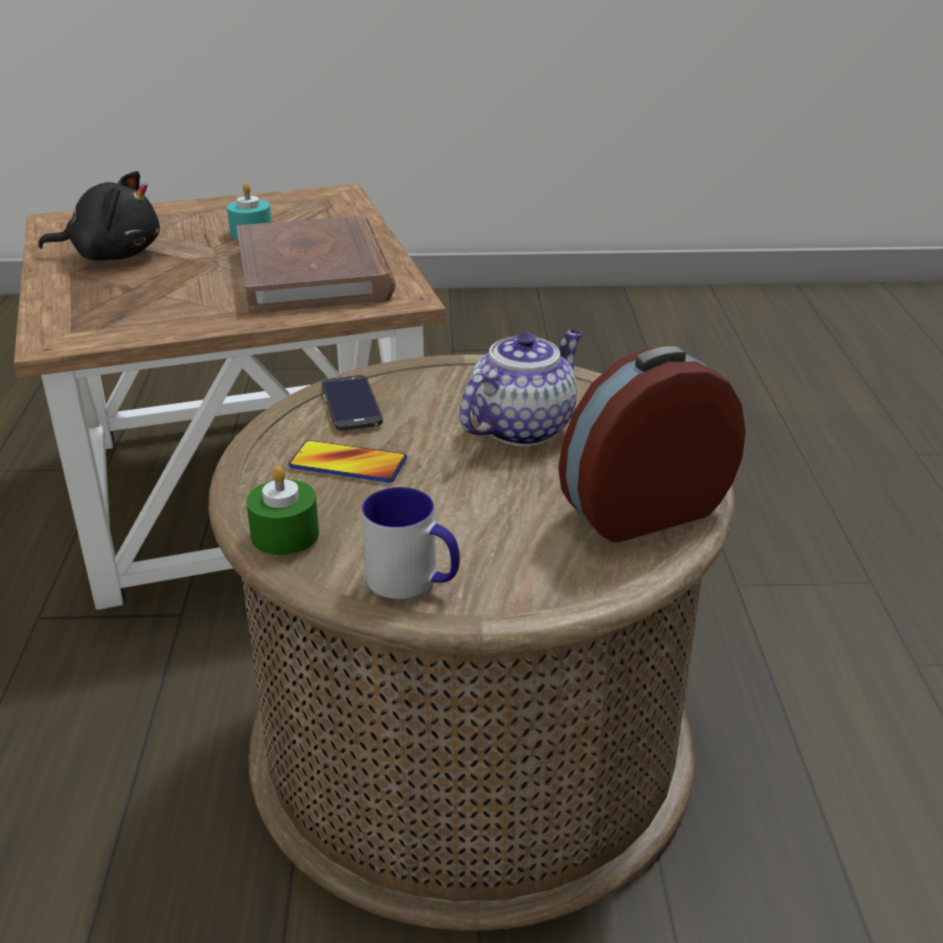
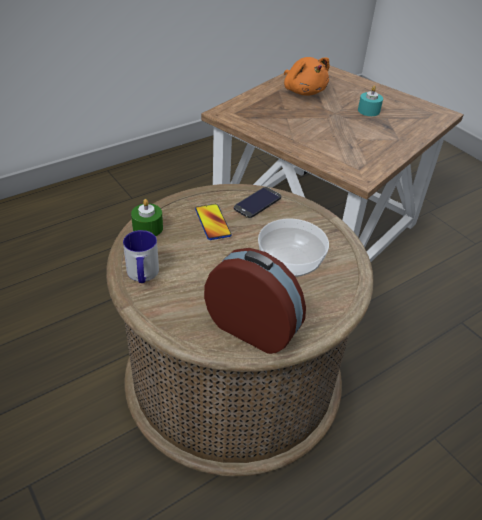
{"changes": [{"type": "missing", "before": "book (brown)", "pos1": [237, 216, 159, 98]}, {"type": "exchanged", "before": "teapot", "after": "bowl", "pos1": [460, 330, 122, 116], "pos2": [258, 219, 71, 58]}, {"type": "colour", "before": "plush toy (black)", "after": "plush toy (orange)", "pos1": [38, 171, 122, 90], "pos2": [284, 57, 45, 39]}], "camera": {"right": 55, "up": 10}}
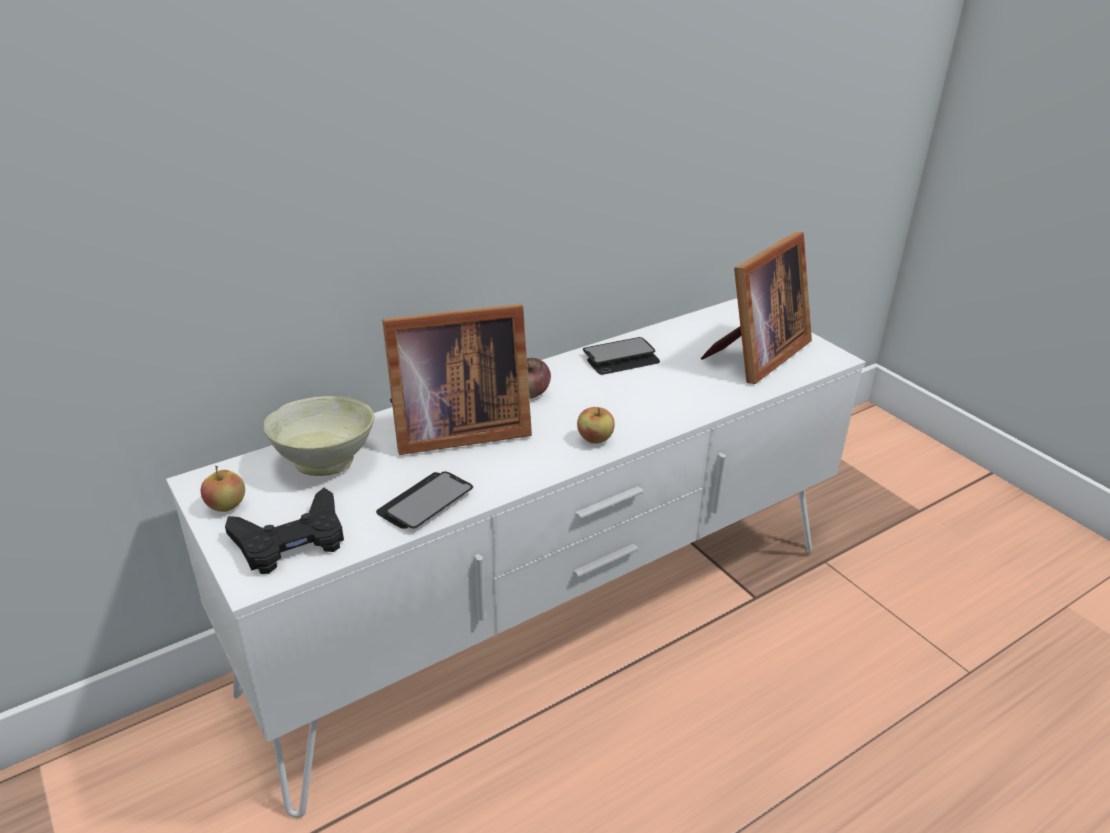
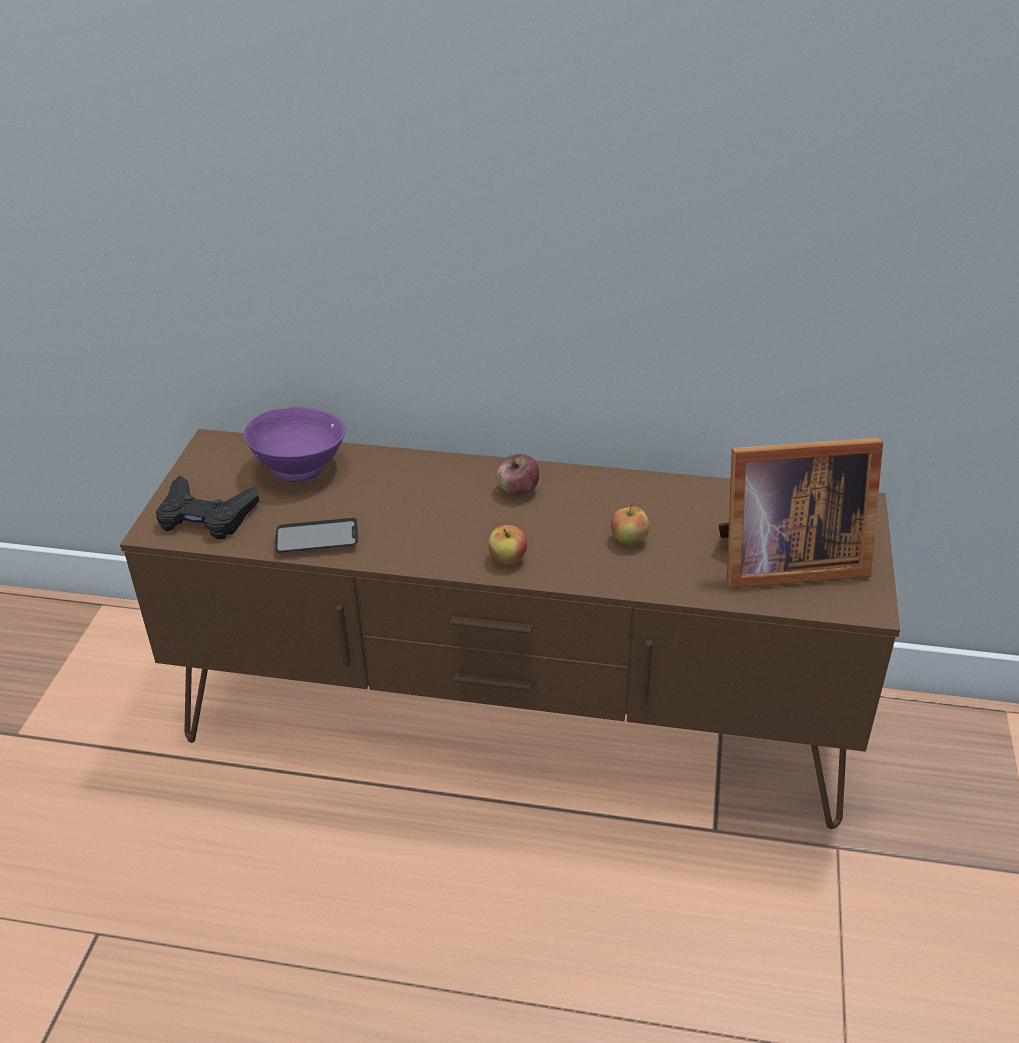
{"changes": [{"type": "missing", "before": "picture frame", "pos1": [382, 304, 150, 151]}, {"type": "missing", "before": "phone", "pos1": [583, 337, 77, 38]}, {"type": "relocated", "before": "apple", "pos1": [201, 466, 44, 46], "pos2": [611, 502, 38, 43]}, {"type": "colour", "before": "tv stand (white)", "after": "tv stand (brown)", "pos1": [166, 298, 699, 520], "pos2": [120, 429, 780, 400]}, {"type": "colour", "before": "bowl (beige)", "after": "bowl (purple)", "pos1": [263, 396, 111, 80], "pos2": [244, 407, 101, 75]}], "camera": {"right": 45, "up": 5}}
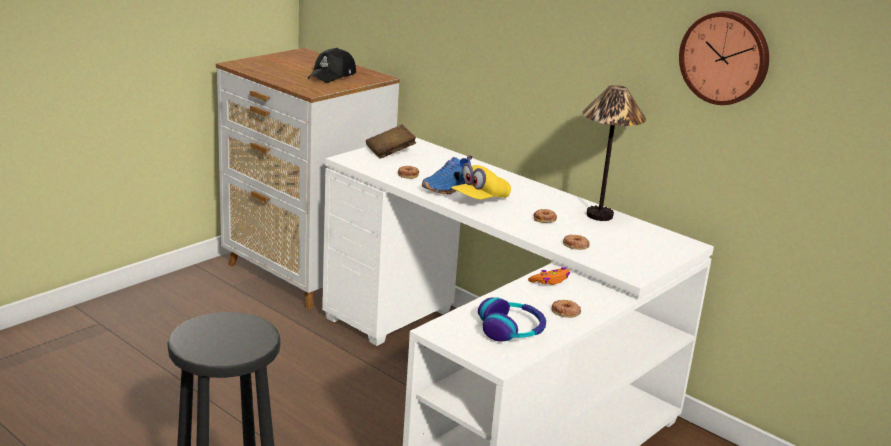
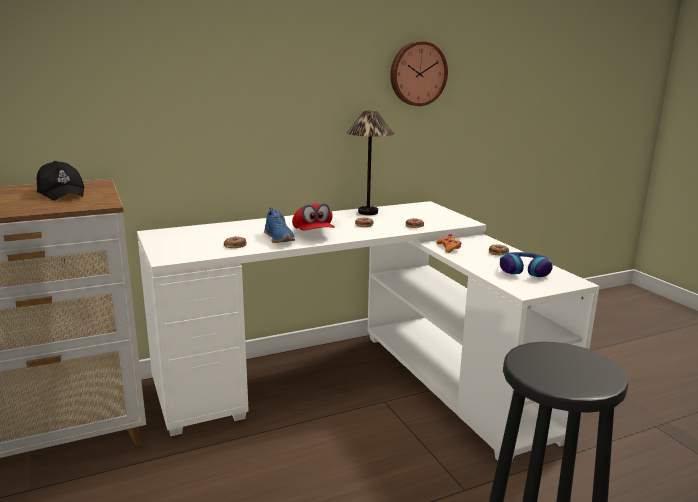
{"changes": [{"type": "missing", "before": "book (brown)", "pos1": [366, 125, 50, 34]}, {"type": "colour", "before": "cap (yellow)", "after": "cap (red)", "pos1": [451, 163, 60, 36], "pos2": [292, 203, 43, 28]}], "camera": {"right": -65, "up": -5}}
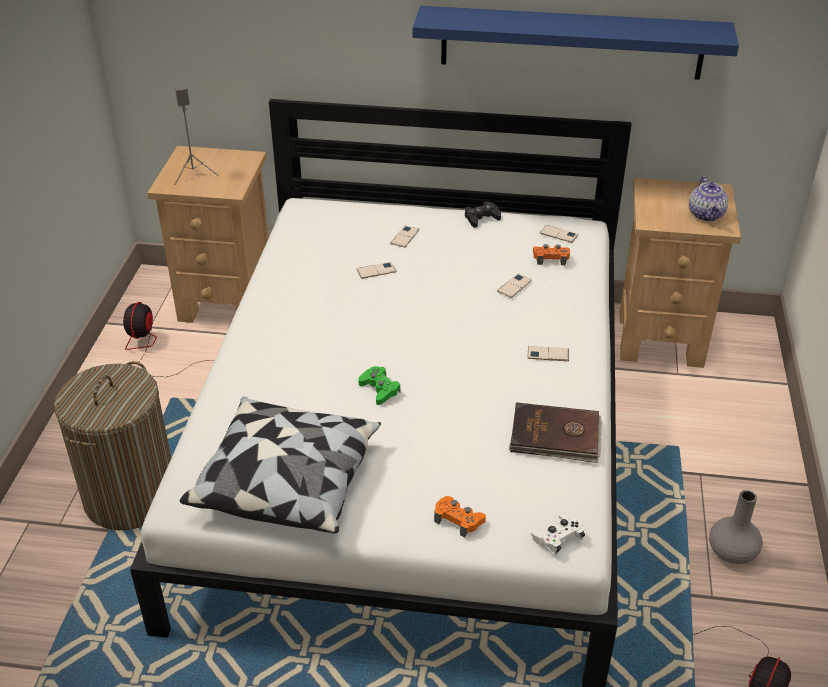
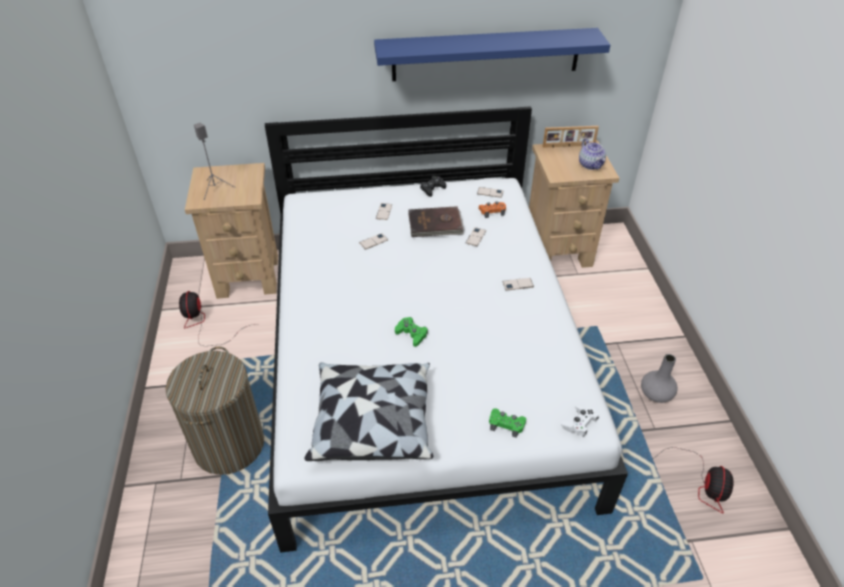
{"changes": [{"type": "appeared", "after": "picture frame", "pos2": [543, 126, 56, 22]}, {"type": "relocated", "before": "book (brown)", "pos1": [509, 403, 93, 60], "pos2": [408, 206, 56, 31]}, {"type": "colour", "before": "game controller (orange)", "after": "game controller (green)", "pos1": [434, 496, 52, 42], "pos2": [489, 408, 37, 30]}], "camera": {"right": -15, "up": 5}}
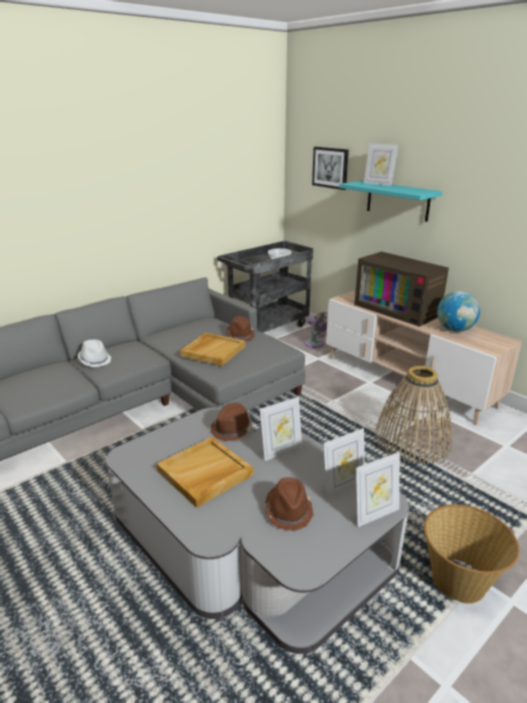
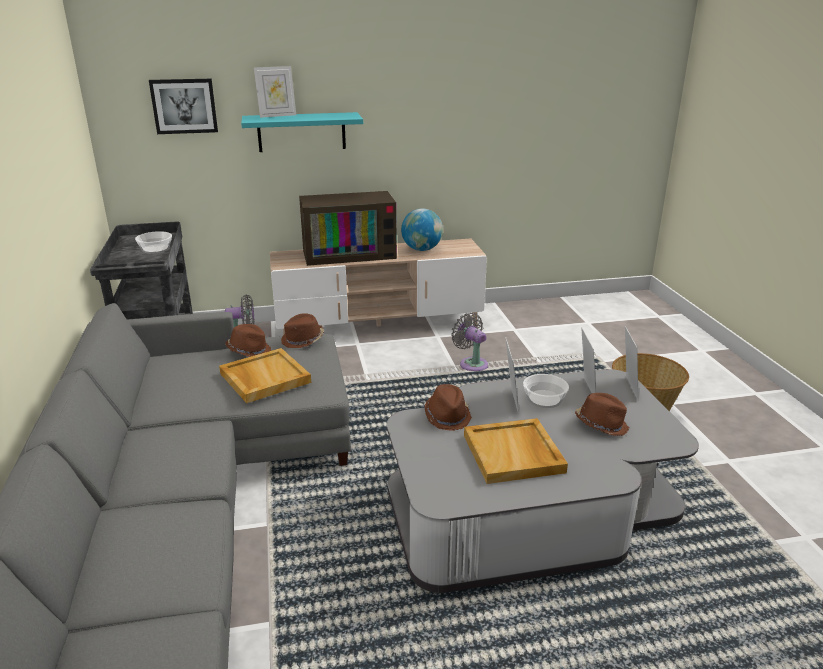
{"changes": [{"type": "missing", "before": "hat (white)", "pos1": [78, 340, 33, 27]}, {"type": "appeared", "after": "hat (brown)", "pos2": [281, 313, 43, 35]}, {"type": "appeared", "after": "bowl", "pos2": [523, 374, 46, 34]}, {"type": "exchanged", "before": "basket", "after": "fan (grey)", "pos1": [374, 366, 78, 99], "pos2": [451, 313, 37, 58]}], "camera": {"right": -60, "up": 0}}
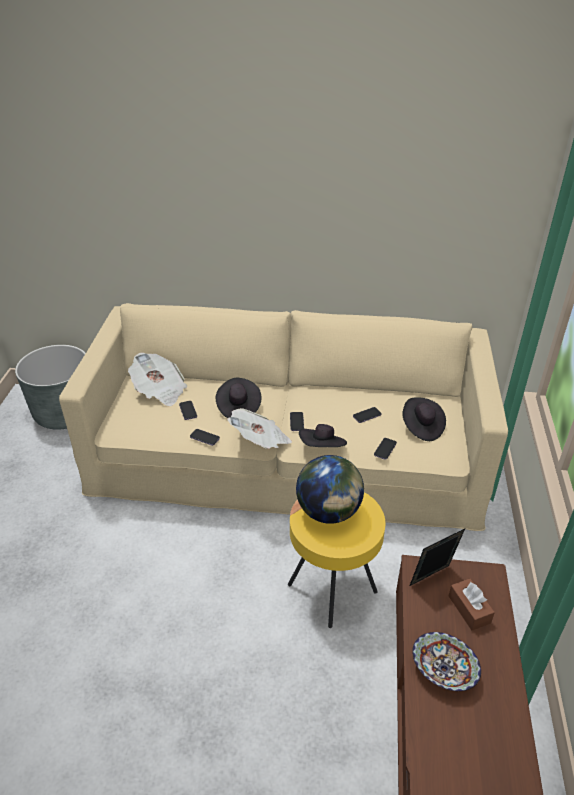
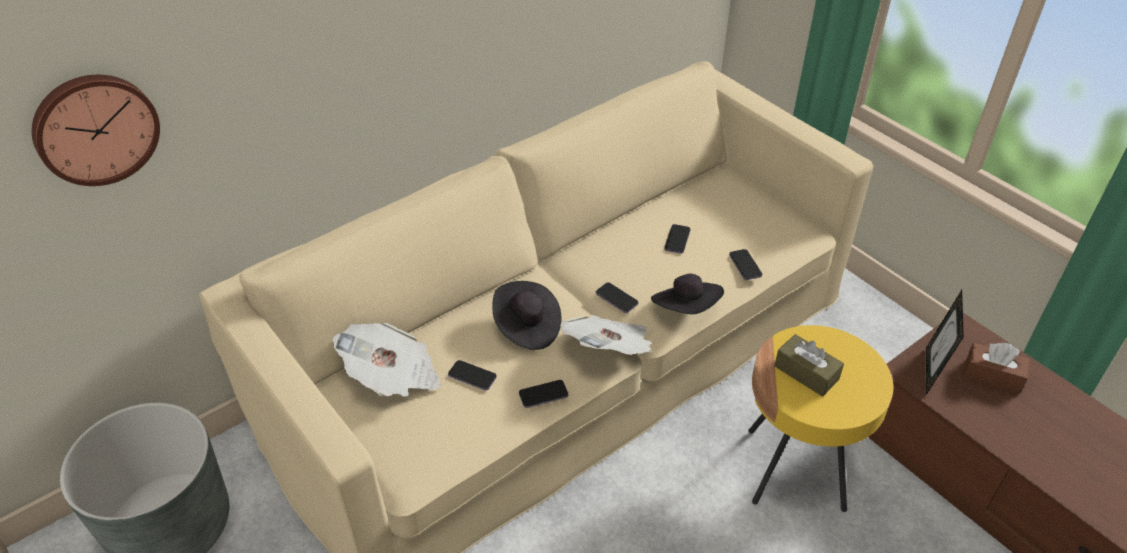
{"changes": [{"type": "missing", "before": "hat (black)", "pos1": [402, 397, 44, 44]}, {"type": "missing", "before": "bowl", "pos1": [412, 632, 69, 59]}, {"type": "appeared", "after": "wall clock", "pos2": [32, 75, 128, 111]}, {"type": "exchanged", "before": "globe", "after": "tissue box (brown)", "pos1": [296, 455, 68, 69], "pos2": [774, 334, 70, 63]}], "camera": {"right": -45, "up": 5}}
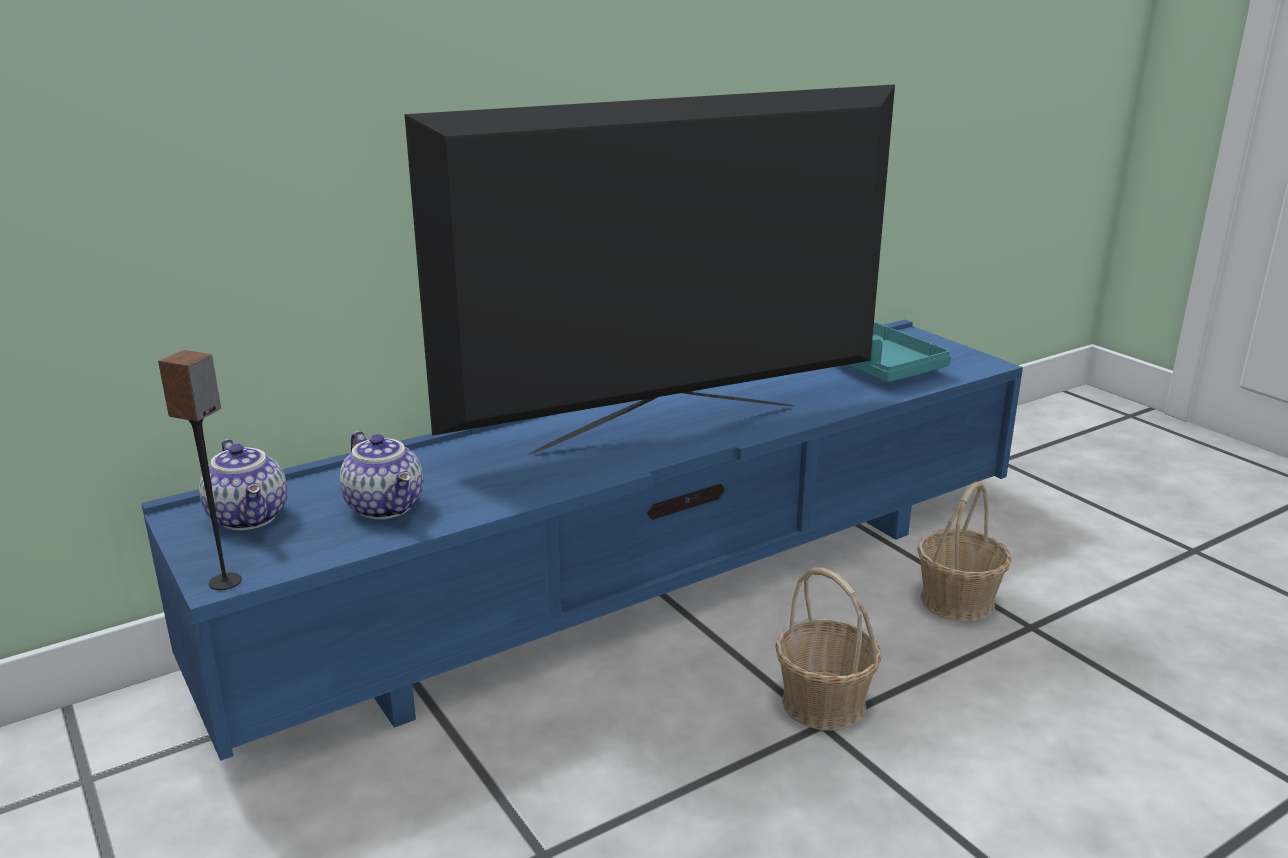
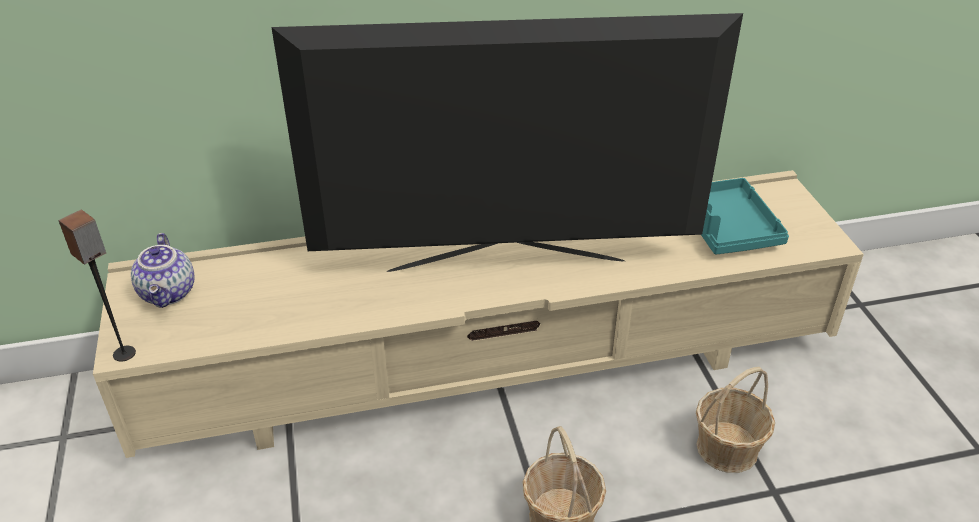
{"changes": [{"type": "missing", "before": "teapot", "pos1": [339, 431, 84, 89]}, {"type": "colour", "before": "tv stand (blue)", "after": "tv stand (beige)", "pos1": [141, 319, 882, 442], "pos2": [93, 170, 771, 288]}], "camera": {"right": 20, "up": 15}}
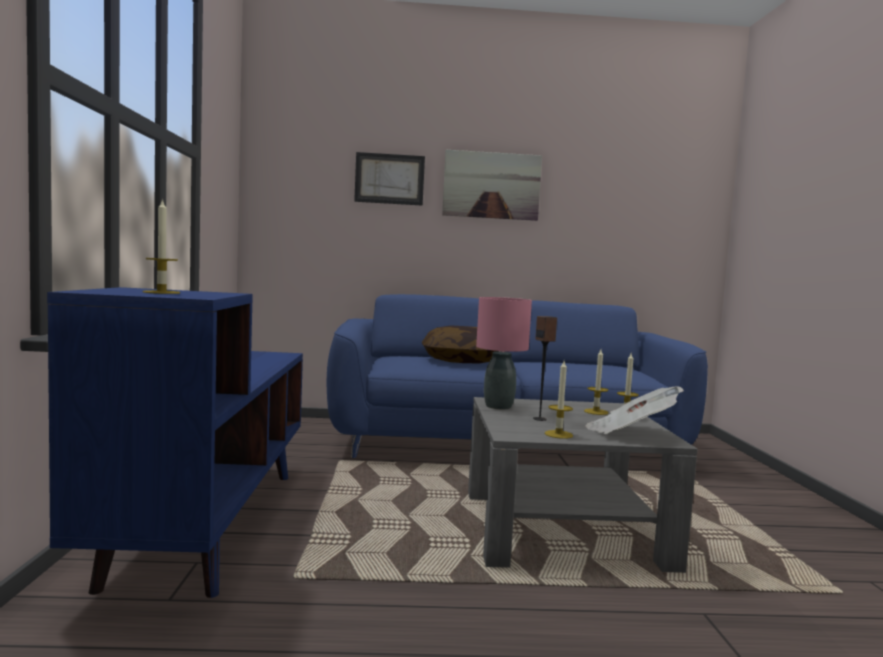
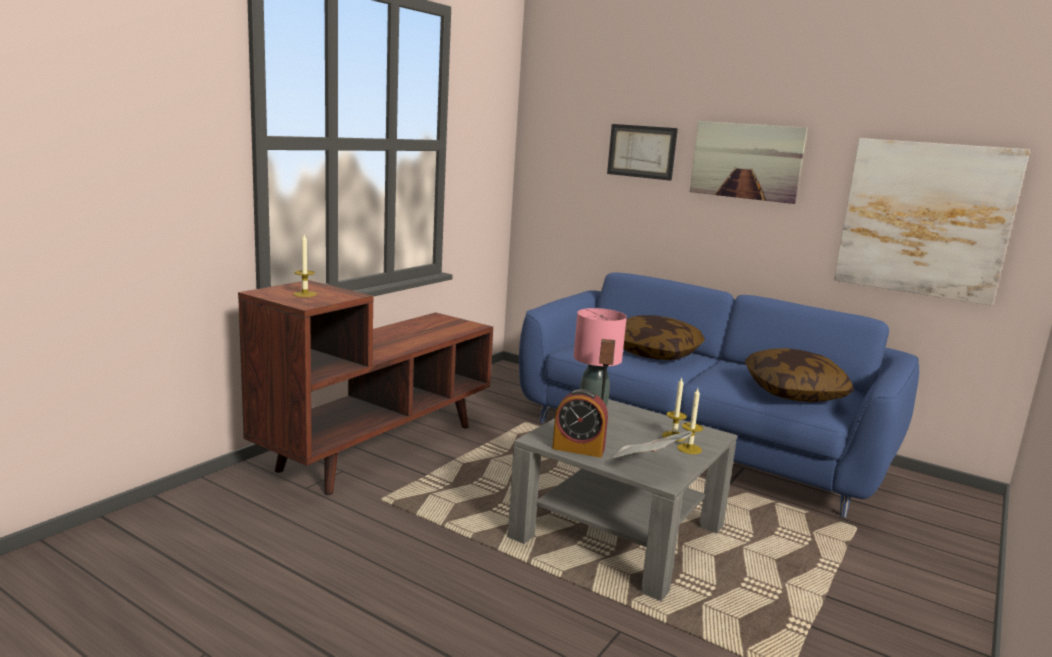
{"changes": [{"type": "appeared", "after": "pillow", "pos2": [745, 348, 109, 54]}, {"type": "appeared", "after": "picture", "pos2": [834, 138, 196, 168]}, {"type": "exchanged", "before": "candle", "after": "alarm clock", "pos1": [545, 361, 28, 78], "pos2": [552, 389, 56, 68]}, {"type": "colour", "before": "tv stand (blue)", "after": "tv stand (brown)", "pos1": [47, 287, 256, 311], "pos2": [238, 280, 255, 215]}], "camera": {"right": 35, "up": 10}}
